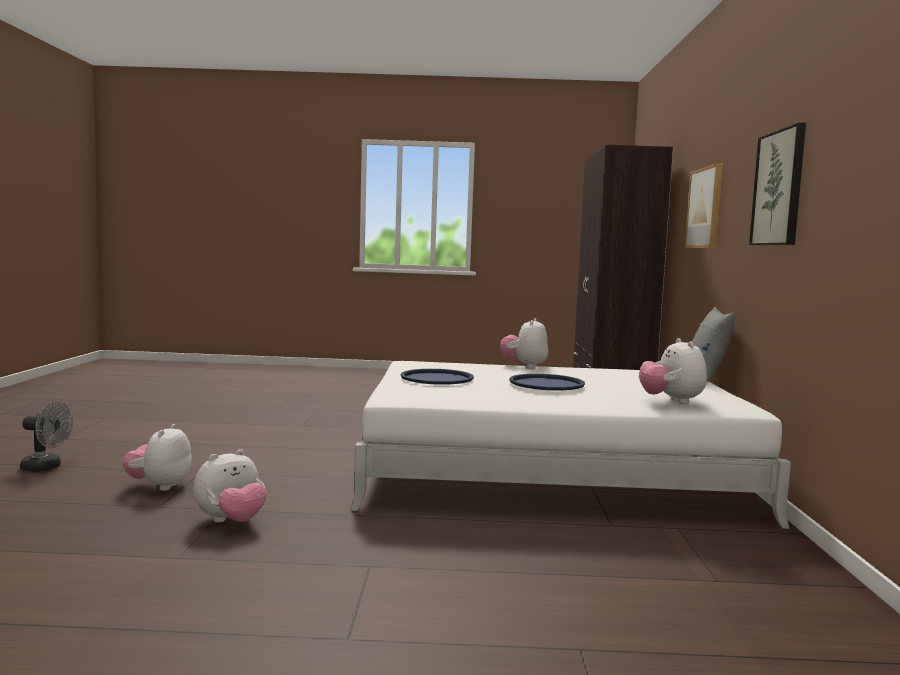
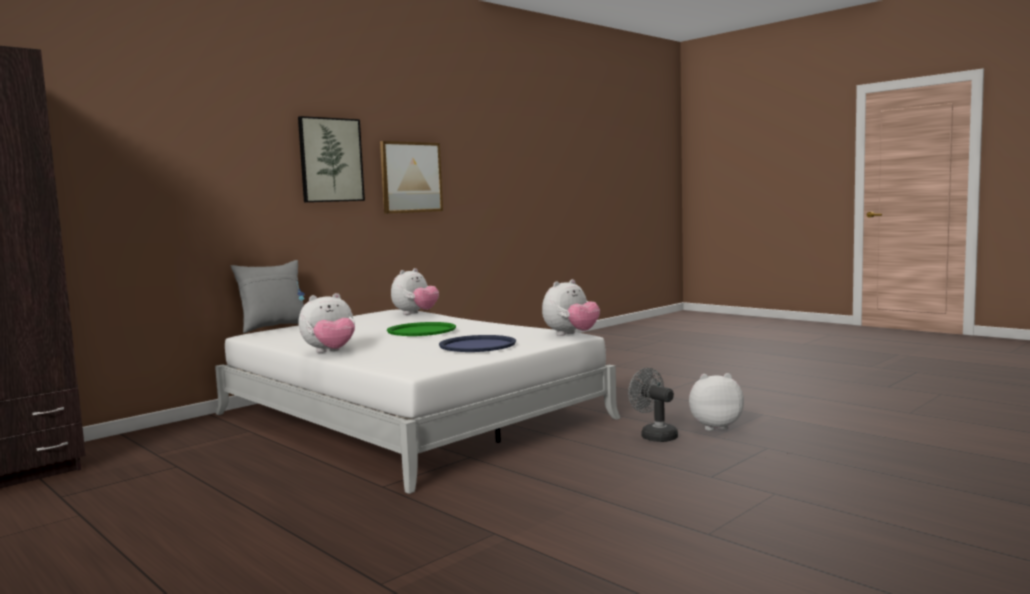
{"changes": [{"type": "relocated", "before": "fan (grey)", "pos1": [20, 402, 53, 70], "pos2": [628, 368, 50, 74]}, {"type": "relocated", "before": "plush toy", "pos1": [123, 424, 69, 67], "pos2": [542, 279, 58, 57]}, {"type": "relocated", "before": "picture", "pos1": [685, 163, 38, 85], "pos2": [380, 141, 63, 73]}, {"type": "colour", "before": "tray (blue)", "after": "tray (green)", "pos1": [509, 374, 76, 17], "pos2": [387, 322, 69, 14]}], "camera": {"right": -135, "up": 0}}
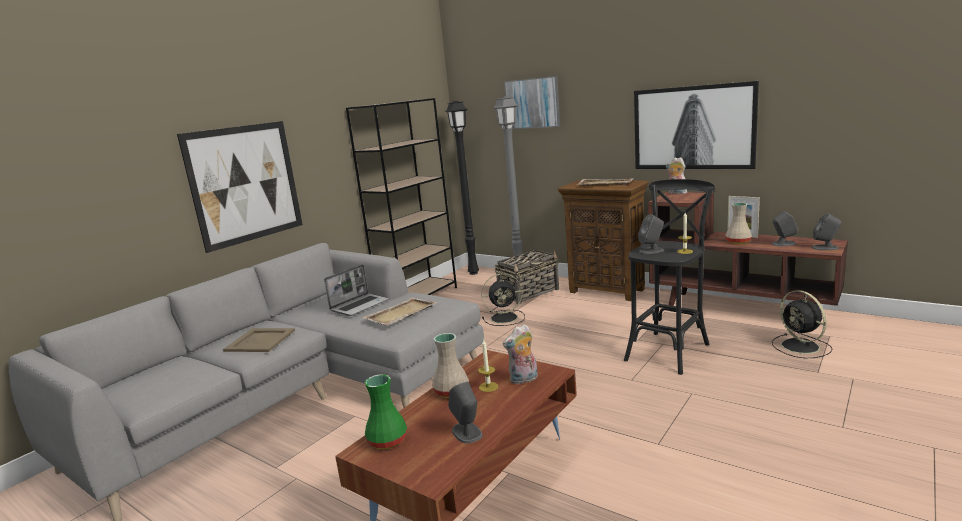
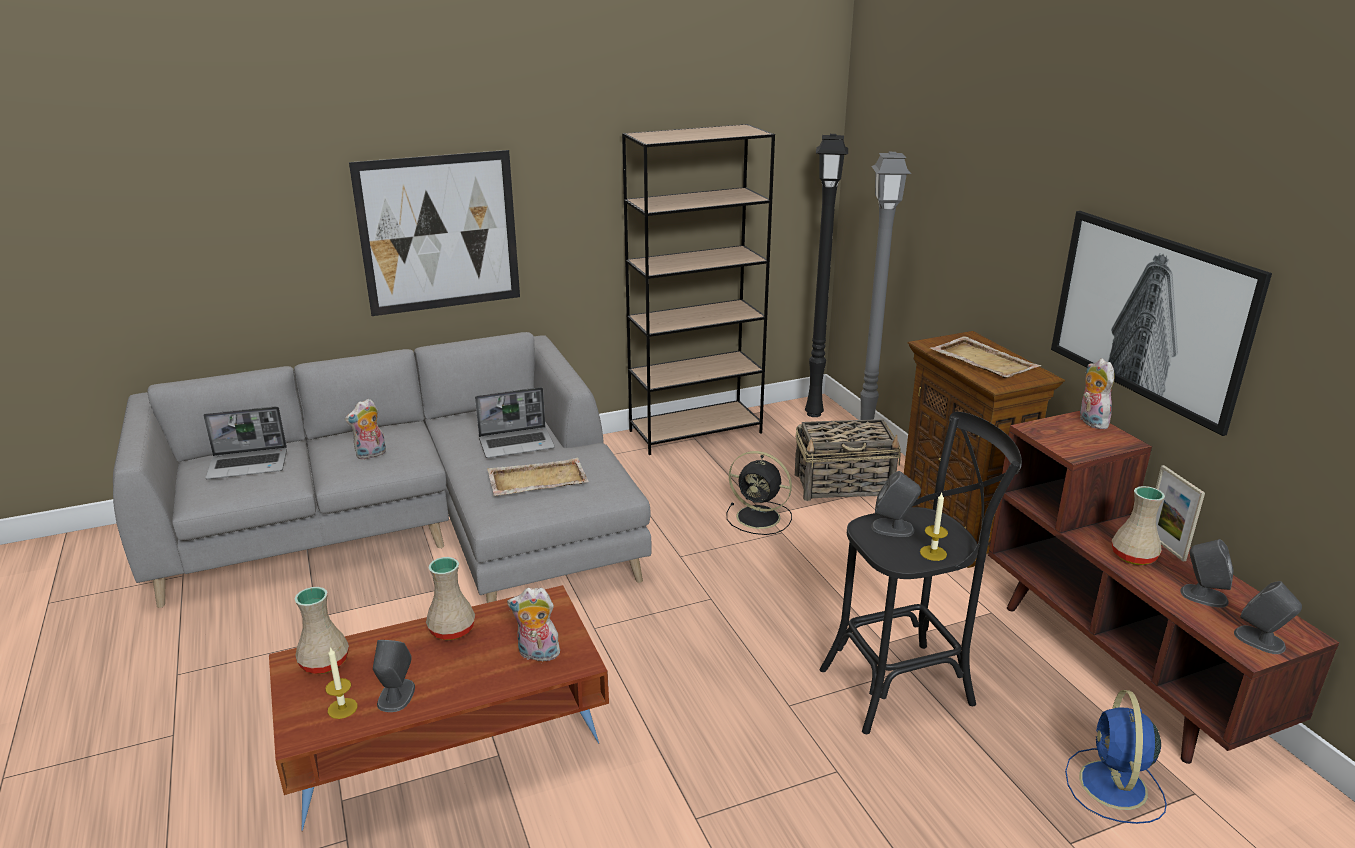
{"changes": [{"type": "missing", "before": "picture", "pos1": [504, 76, 56, 53]}, {"type": "appeared", "after": "laptop", "pos2": [203, 406, 84, 73]}, {"type": "relocated", "before": "candle", "pos1": [479, 340, 19, 52], "pos2": [325, 647, 33, 72]}, {"type": "exchanged", "before": "tray (beige)", "after": "plush toy", "pos1": [223, 328, 72, 24], "pos2": [345, 399, 41, 61]}, {"type": "colour", "before": "vase (green)", "after": "vase (beige)", "pos1": [365, 374, 42, 75], "pos2": [295, 587, 54, 87]}, {"type": "colour", "before": "fan (black)", "after": "fan (blue)", "pos1": [772, 290, 60, 68], "pos2": [1065, 690, 102, 134]}], "camera": {"right": 30, "up": 10}}
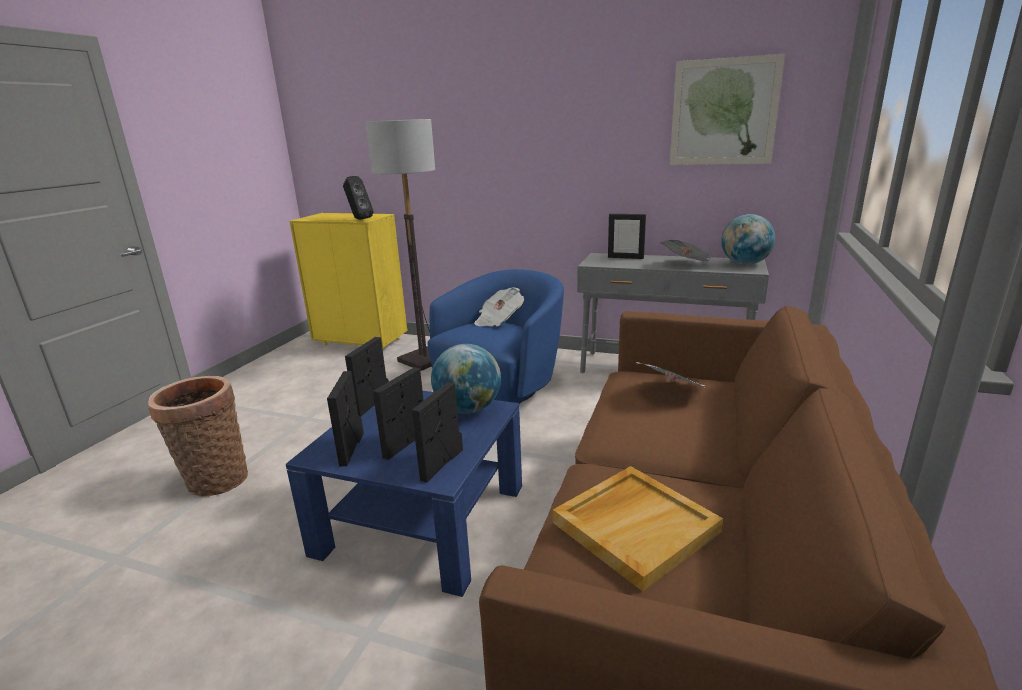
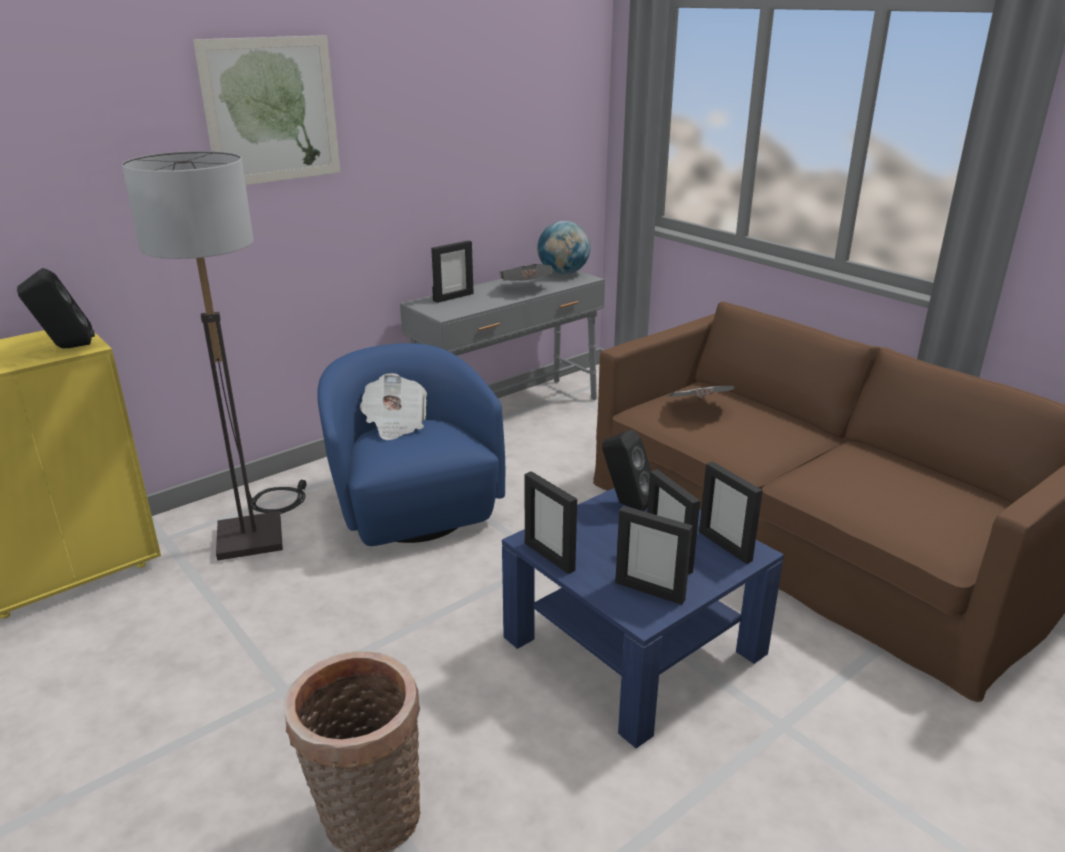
{"changes": [{"type": "missing", "before": "tray (beige)", "pos1": [553, 466, 170, 126]}, {"type": "relocated", "before": "picture", "pos1": [670, 54, 115, 111], "pos2": [193, 35, 147, 150]}, {"type": "exchanged", "before": "globe", "after": "speaker (black)", "pos1": [431, 344, 70, 70], "pos2": [602, 430, 49, 81]}], "camera": {"right": -60, "up": 5}}
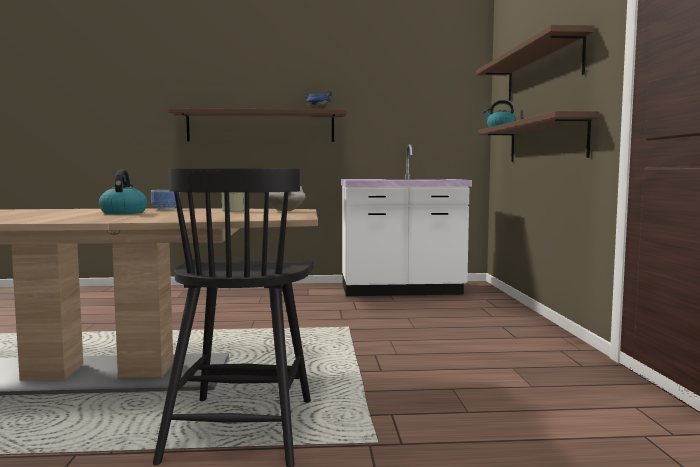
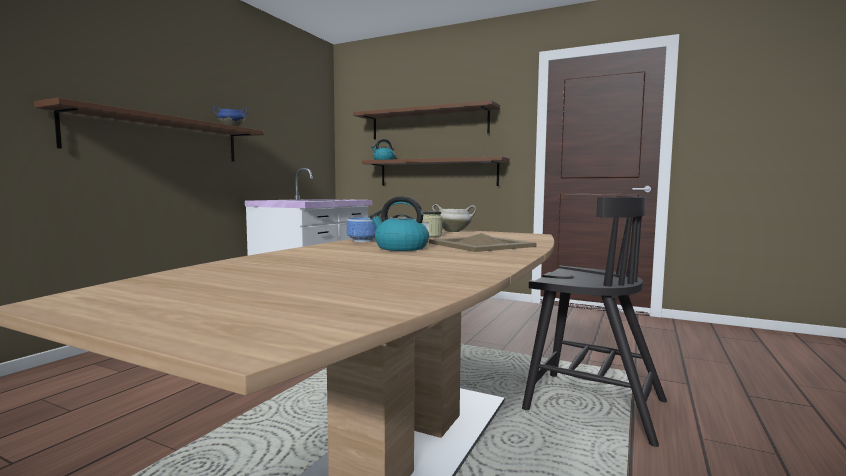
{"changes": [{"type": "appeared", "after": "tray (beige)", "pos2": [429, 233, 108, 19]}], "camera": {"right": -60, "up": 0}}
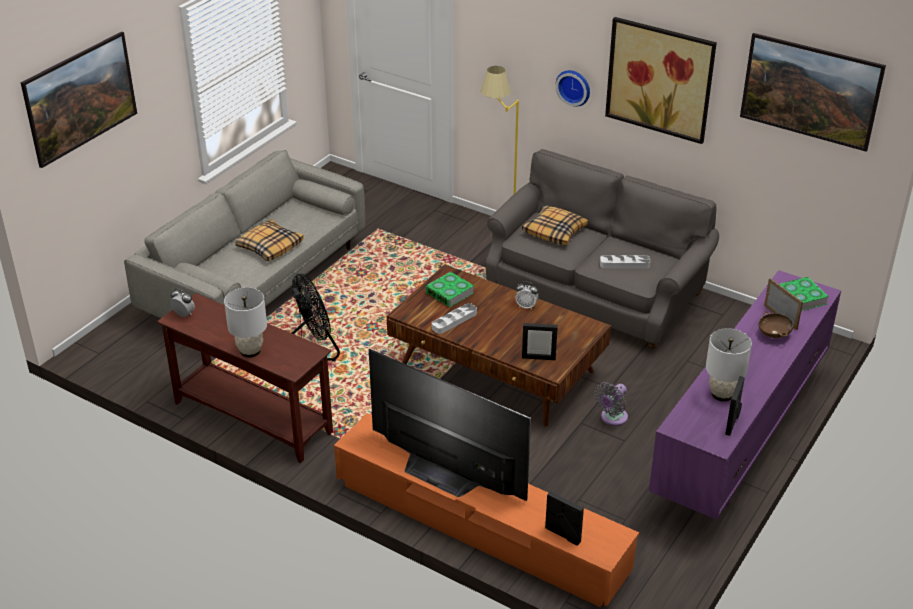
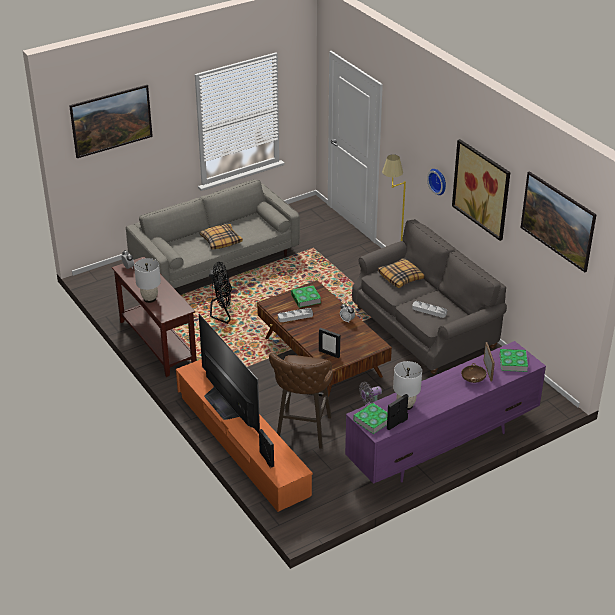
{"changes": [{"type": "appeared", "after": "stool (brown)", "pos2": [269, 353, 64, 96]}, {"type": "appeared", "after": "book", "pos2": [353, 403, 35, 31]}], "camera": {"right": 25, "up": 0}}
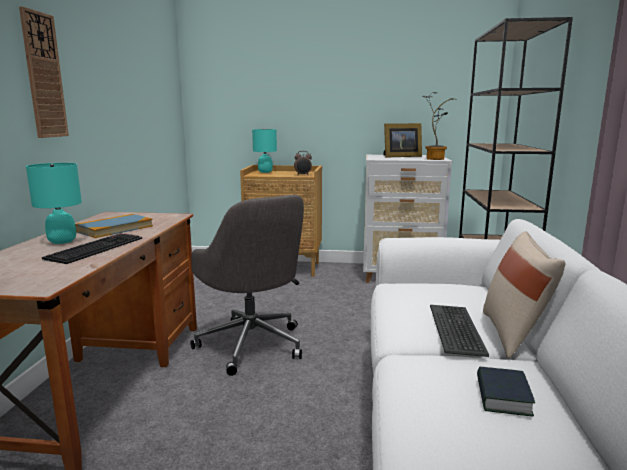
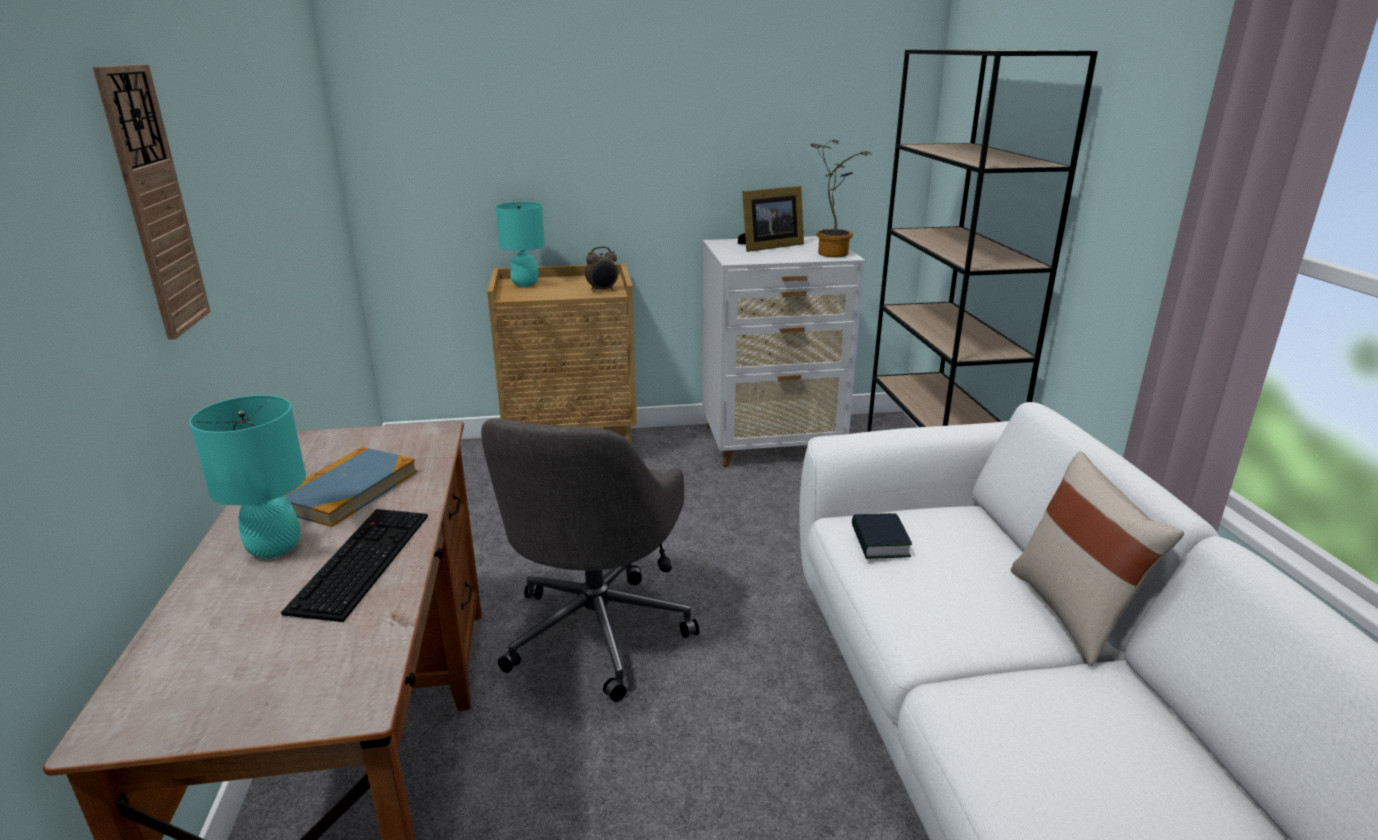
{"changes": [{"type": "missing", "before": "keyboard", "pos1": [430, 305, 59, 52]}, {"type": "relocated", "before": "book", "pos1": [477, 367, 58, 49], "pos2": [852, 513, 60, 46]}, {"type": "spun", "before": "office chair (grey)", "pos1": [190, 195, 114, 181], "pos2": [481, 418, 218, 284], "turn": 60}], "camera": {"right": -15, "up": 10}}
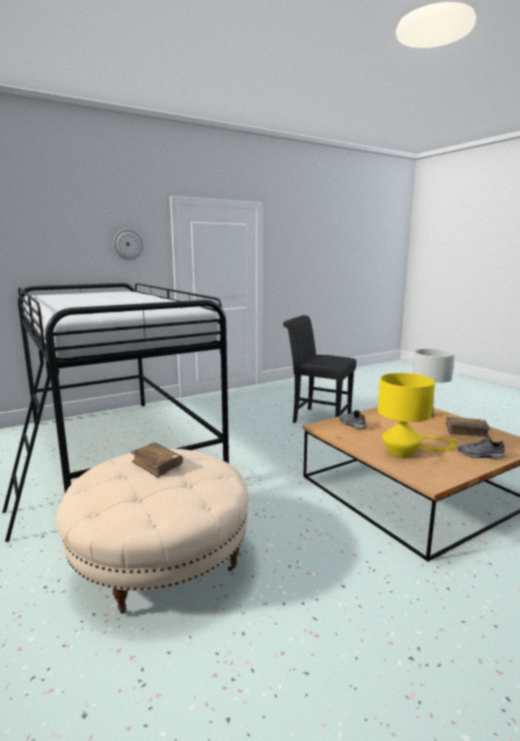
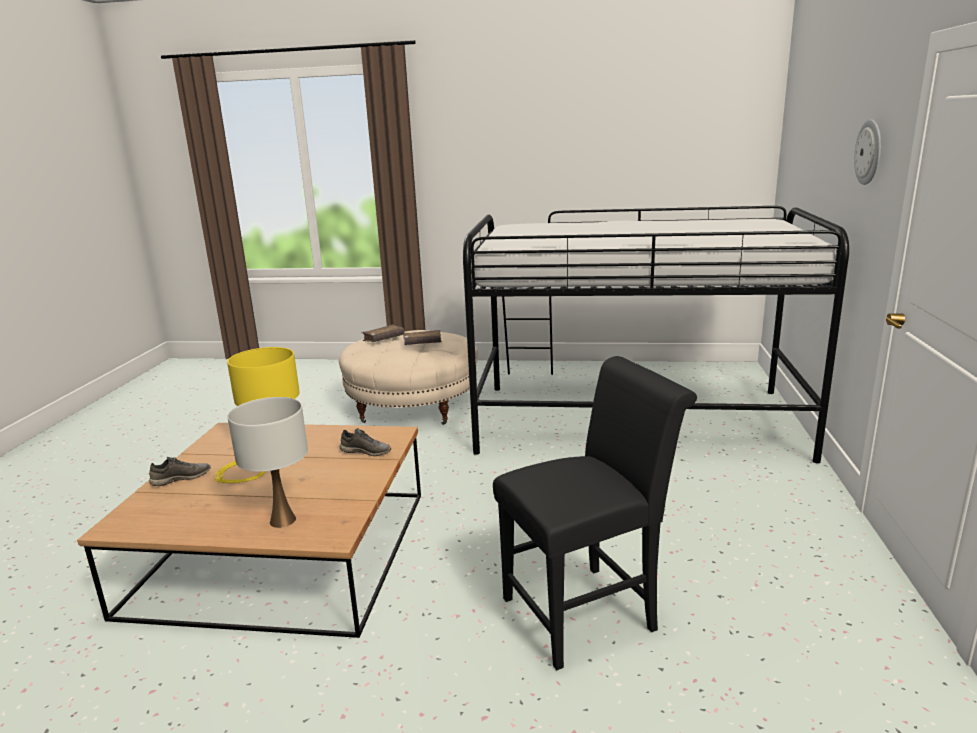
{"changes": [{"type": "relocated", "before": "book (brown)", "pos1": [446, 417, 45, 20], "pos2": [362, 325, 43, 17]}], "camera": {"right": 130, "up": 5}}
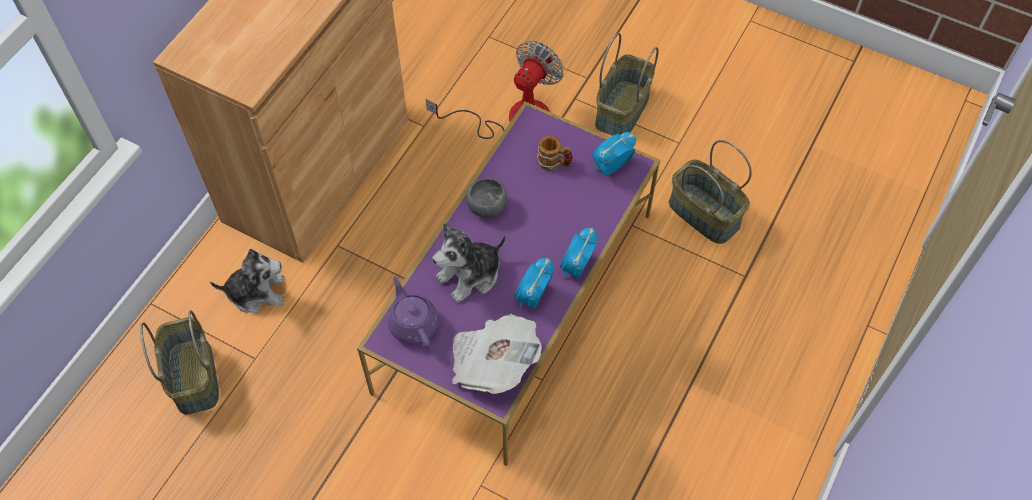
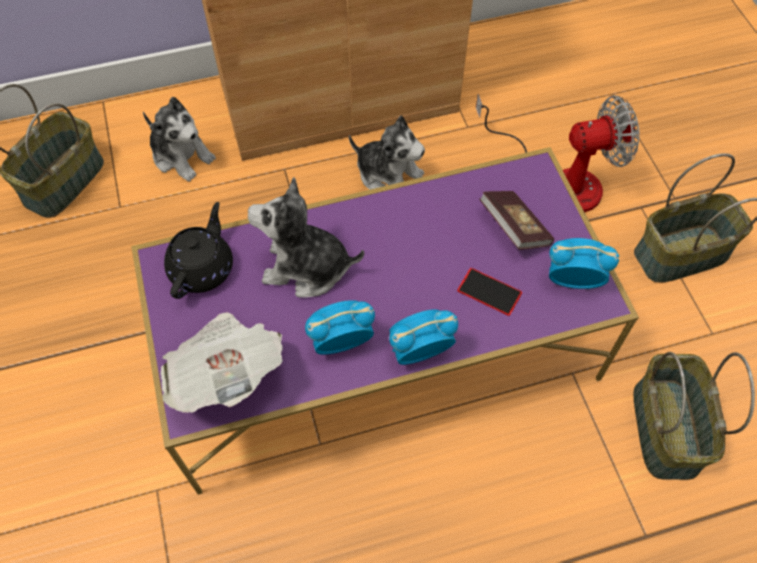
{"changes": [{"type": "missing", "before": "bowl (grey)", "pos1": [466, 178, 41, 40]}, {"type": "appeared", "after": "plush toy", "pos2": [349, 116, 76, 74]}, {"type": "appeared", "after": "phone", "pos2": [457, 268, 65, 48]}, {"type": "exchanged", "before": "mug", "after": "book", "pos1": [537, 136, 36, 35], "pos2": [479, 191, 75, 59]}, {"type": "colour", "before": "teapot (purple)", "after": "teapot (black)", "pos1": [388, 276, 51, 72], "pos2": [164, 202, 69, 97]}], "camera": {"right": 45, "up": 0}}
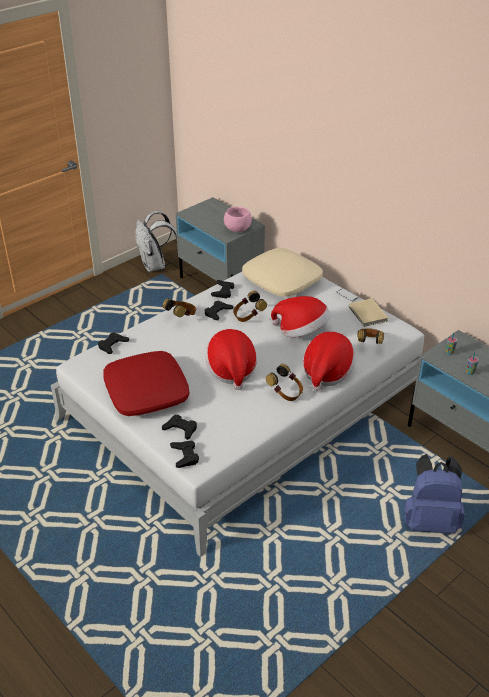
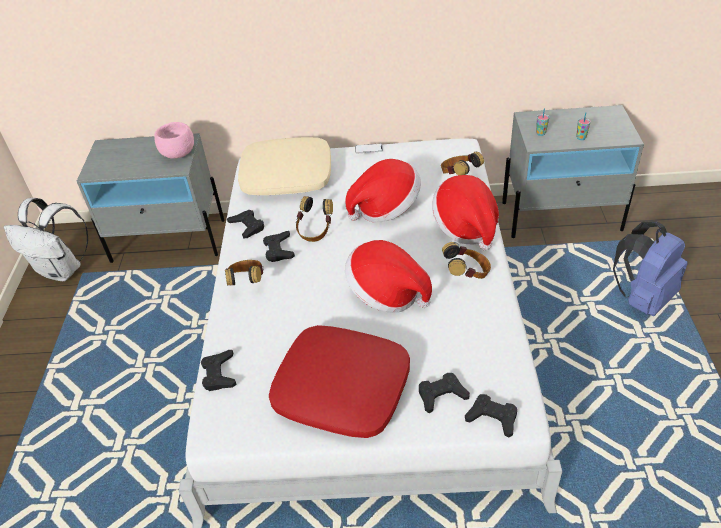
{"changes": [{"type": "missing", "before": "book (beige)", "pos1": [349, 299, 39, 28]}], "camera": {"right": -45, "up": 5}}
